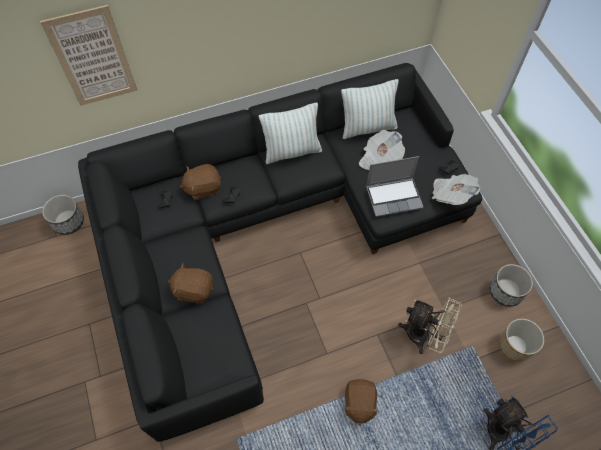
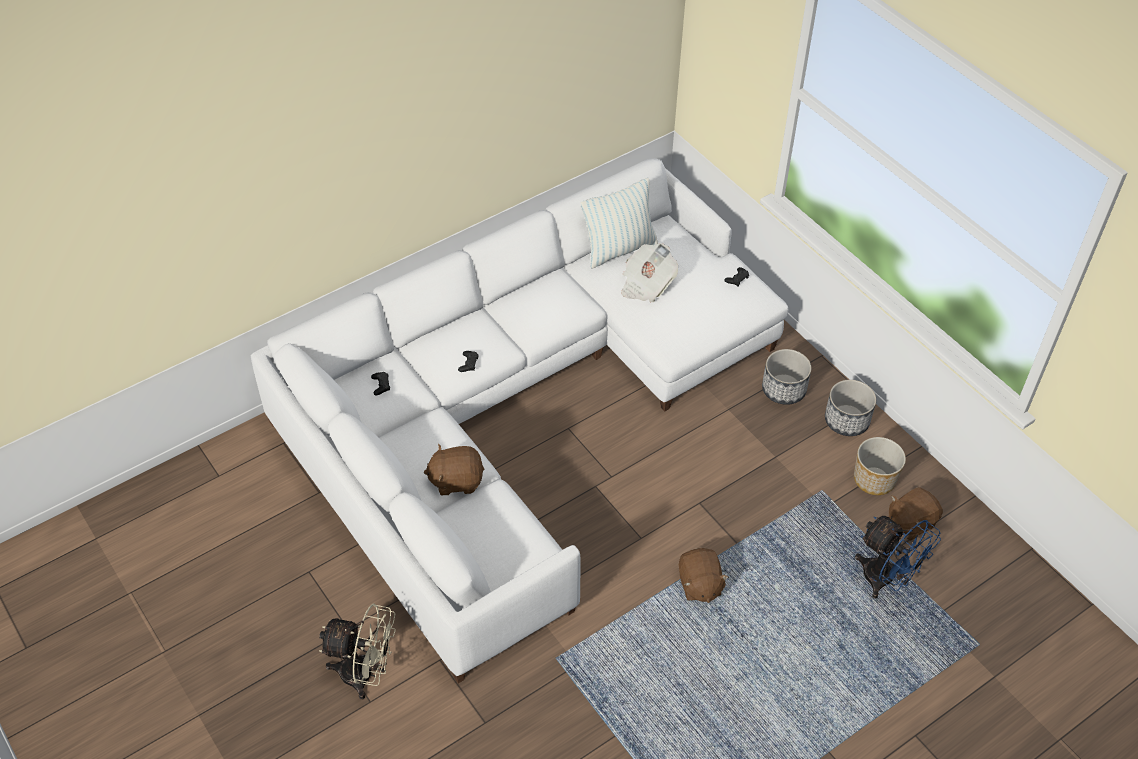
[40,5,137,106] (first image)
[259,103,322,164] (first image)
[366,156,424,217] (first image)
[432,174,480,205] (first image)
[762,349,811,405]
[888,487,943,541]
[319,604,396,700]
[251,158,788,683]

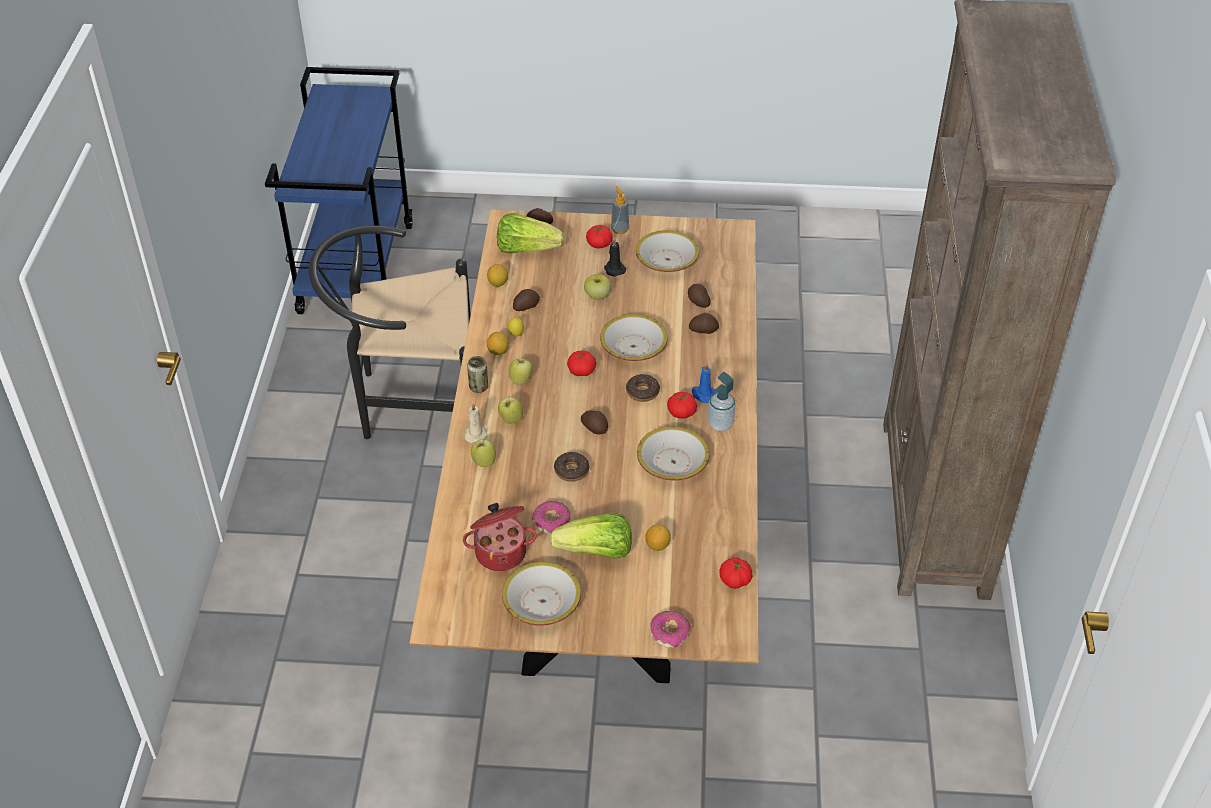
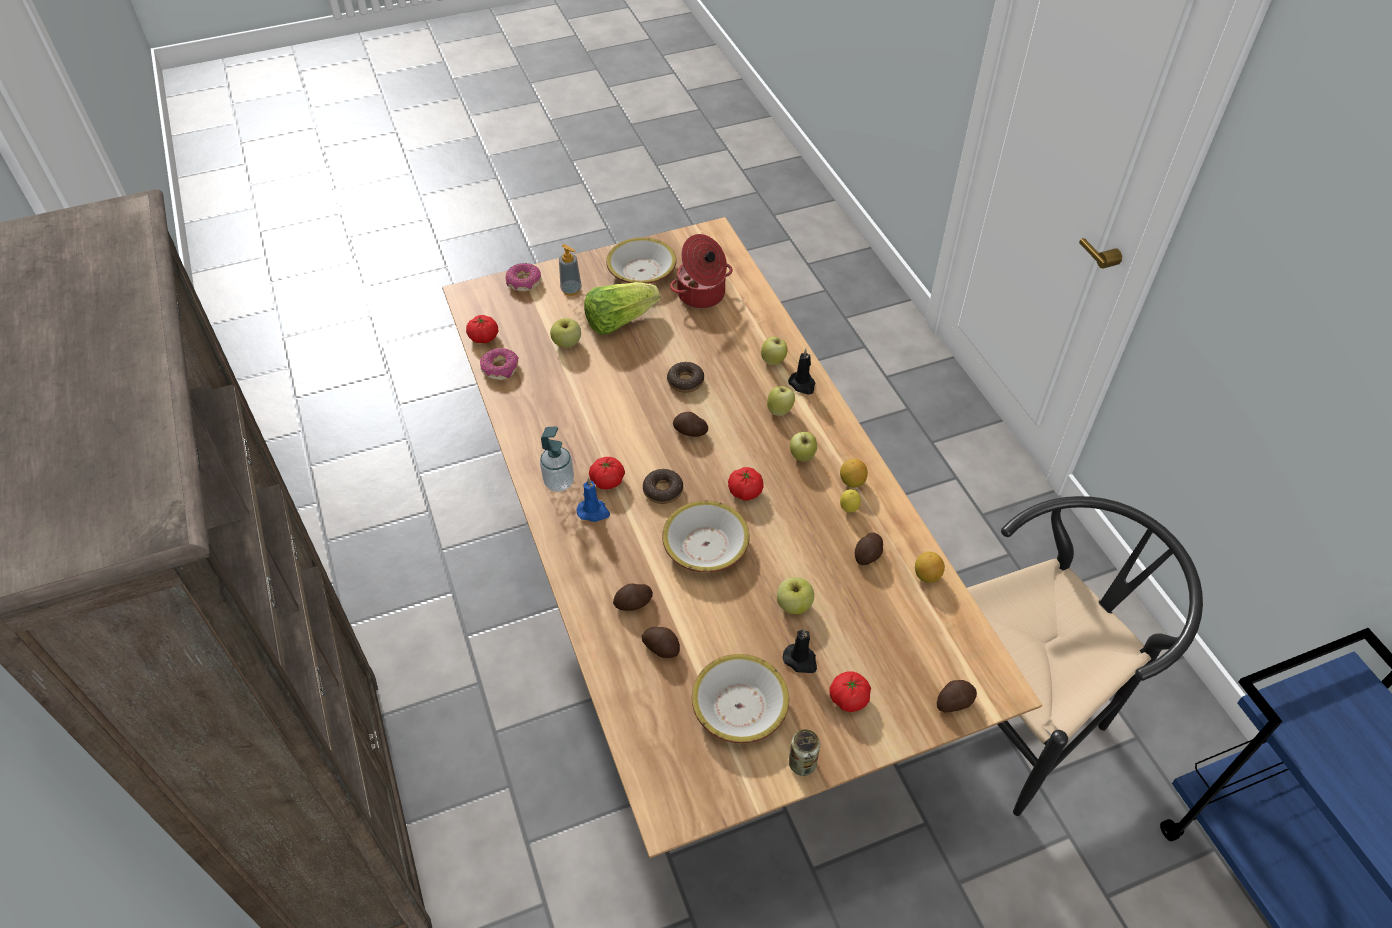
[497,213,564,254] (first image)
[637,426,709,481] (first image)
[789,729,820,776]
[480,348,518,380]
[559,244,582,296]
[550,318,581,348]
[788,348,815,395]

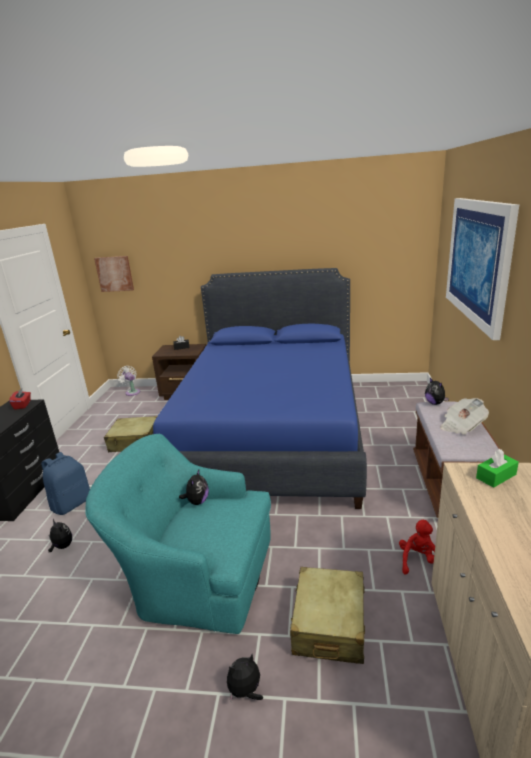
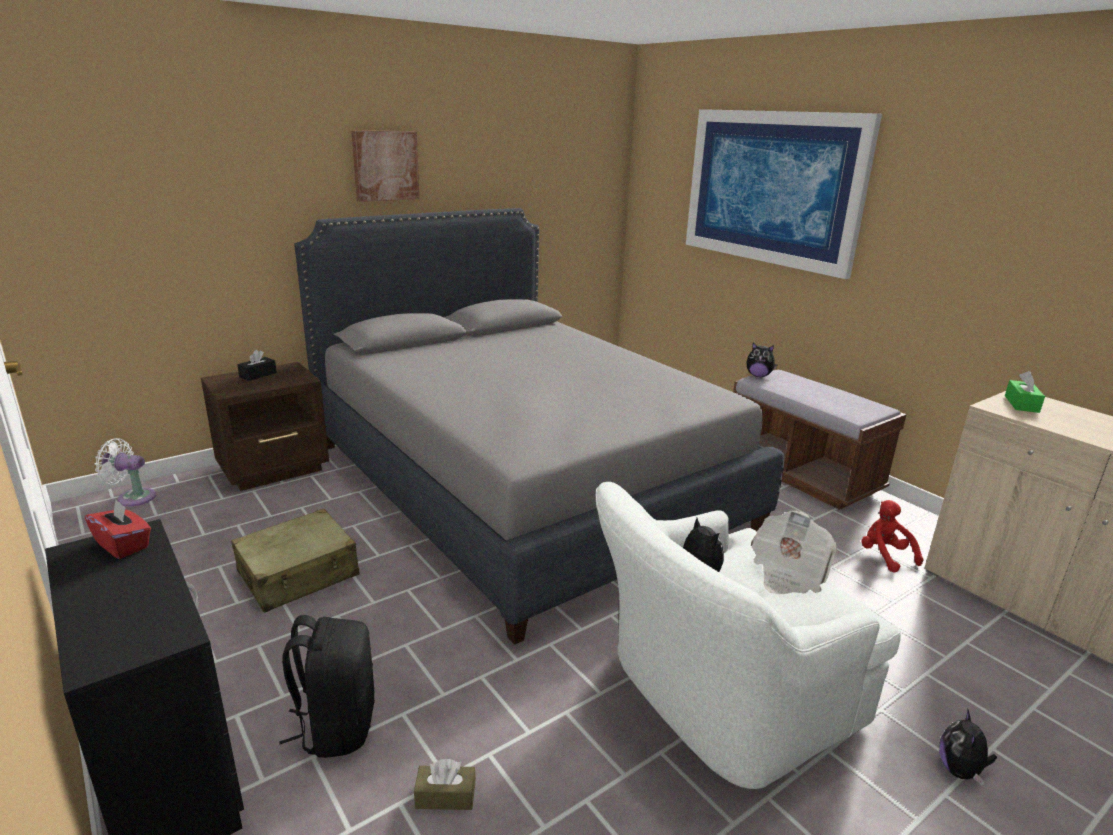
[290,567,365,664] (first image)
[351,130,420,202]
[751,510,837,594]
[414,759,476,810]
[279,615,375,758]
[596,482,901,789]
[294,208,784,645]

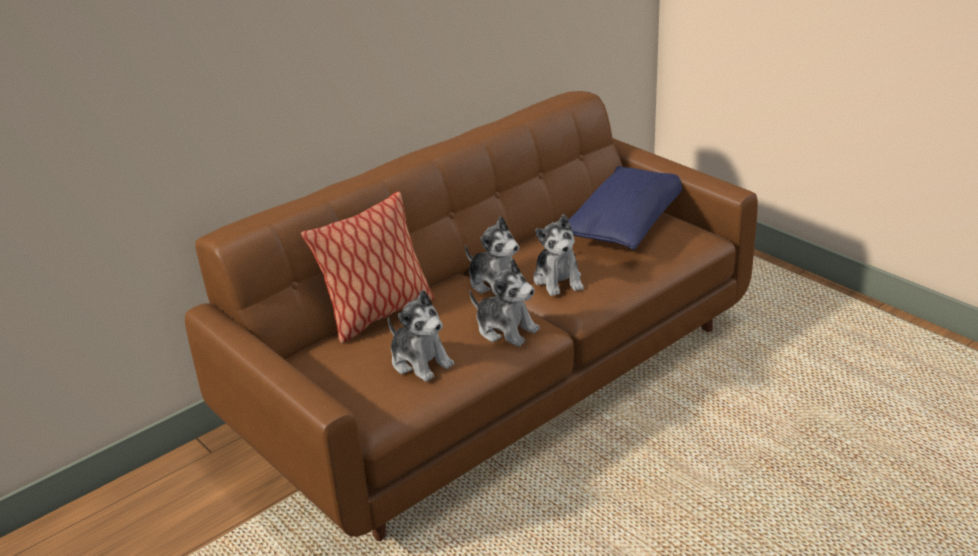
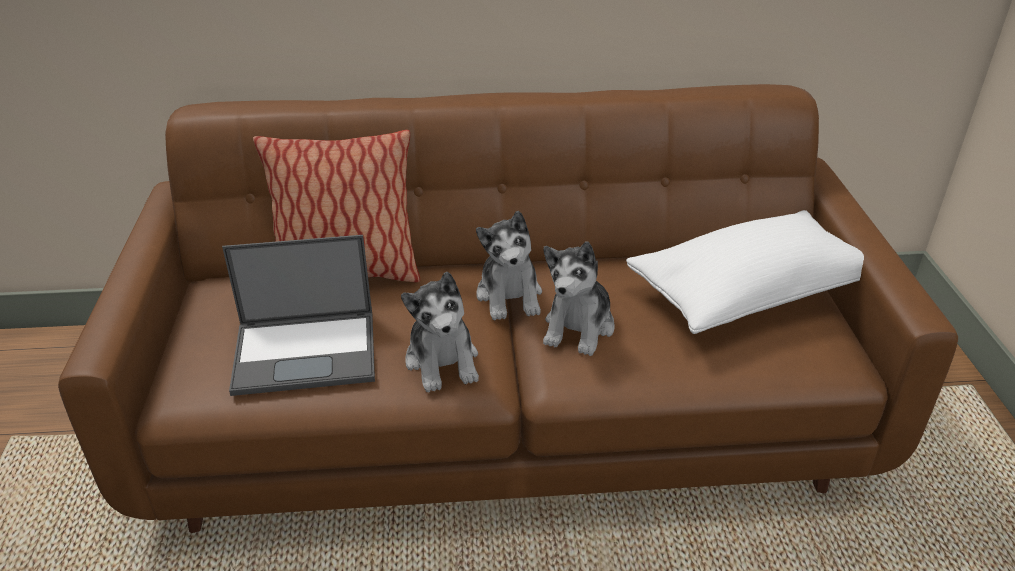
[222,235,375,396]
[626,210,864,334]

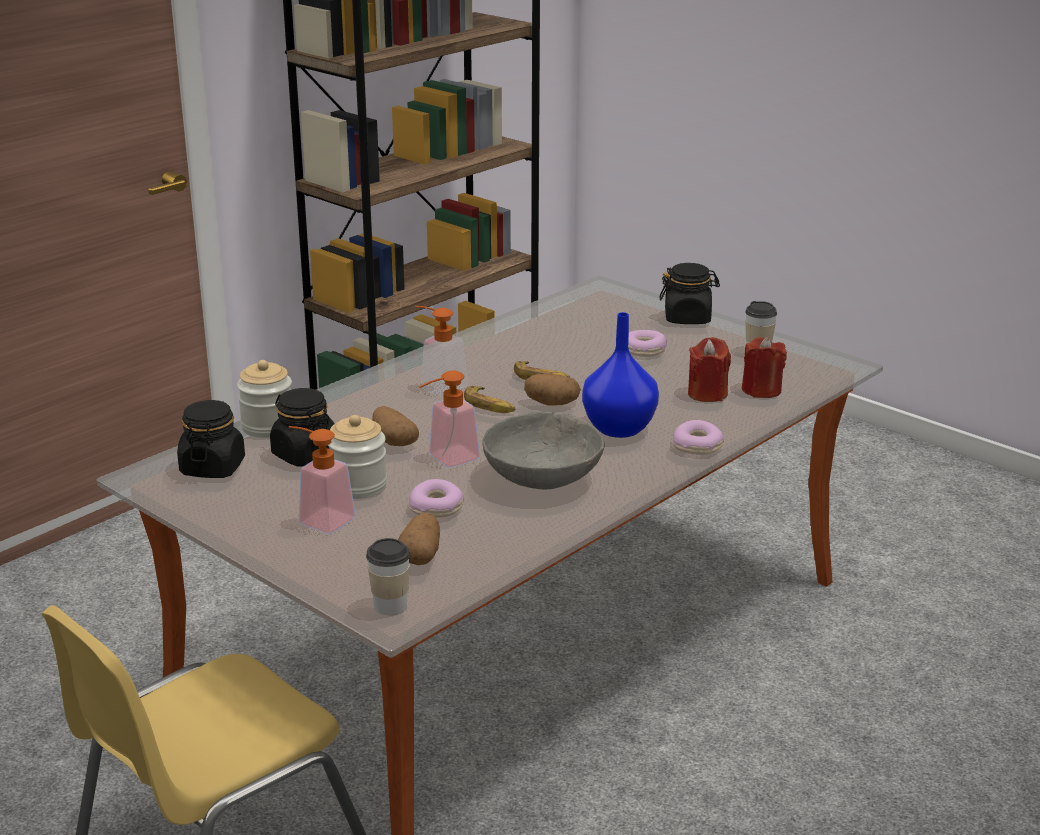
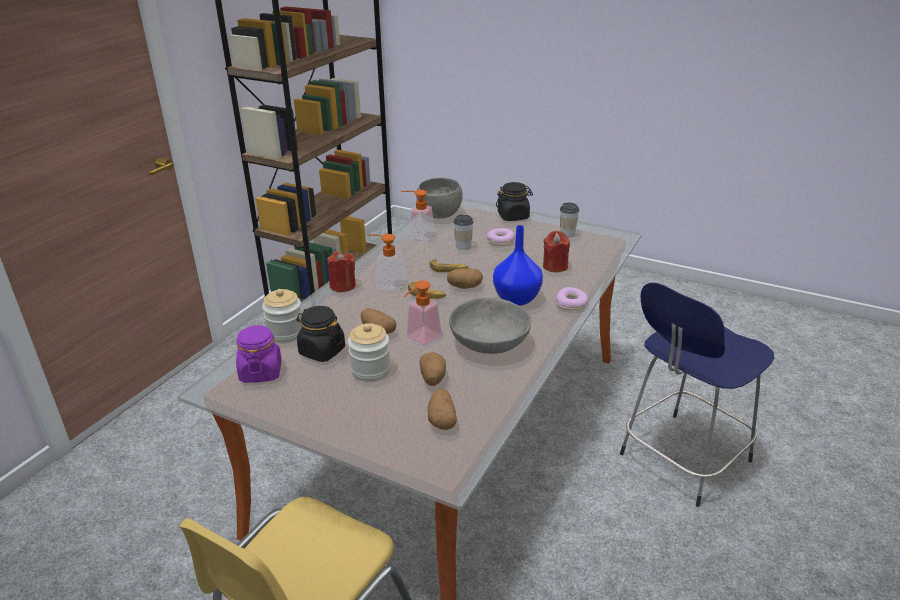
[416,178,462,219]
[620,283,774,507]
[401,190,435,242]
[453,214,474,250]
[327,252,356,292]
[420,352,446,386]
[236,325,282,383]

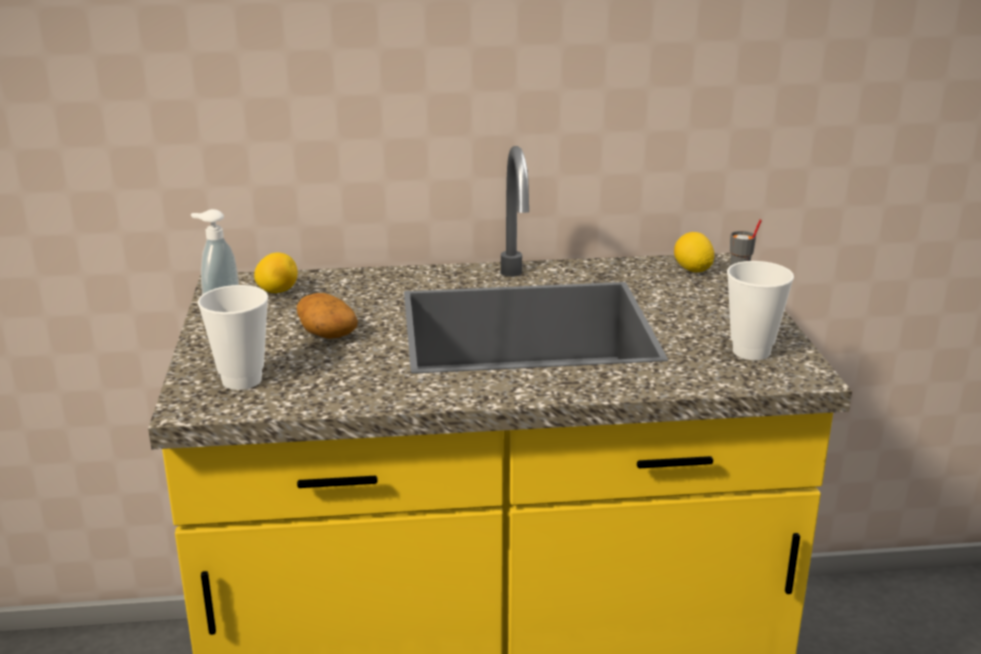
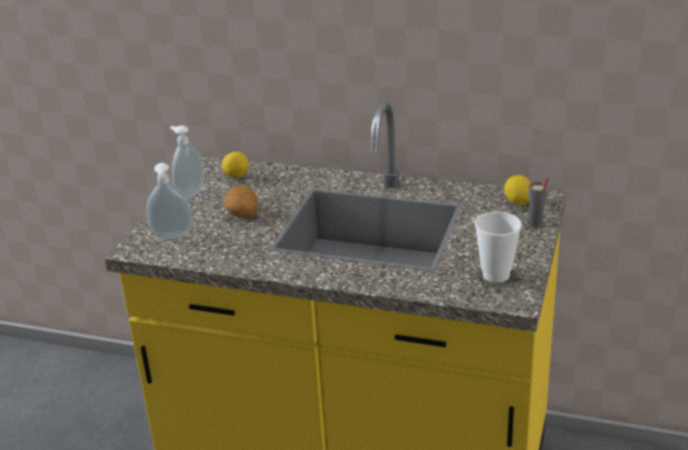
[147,163,192,239]

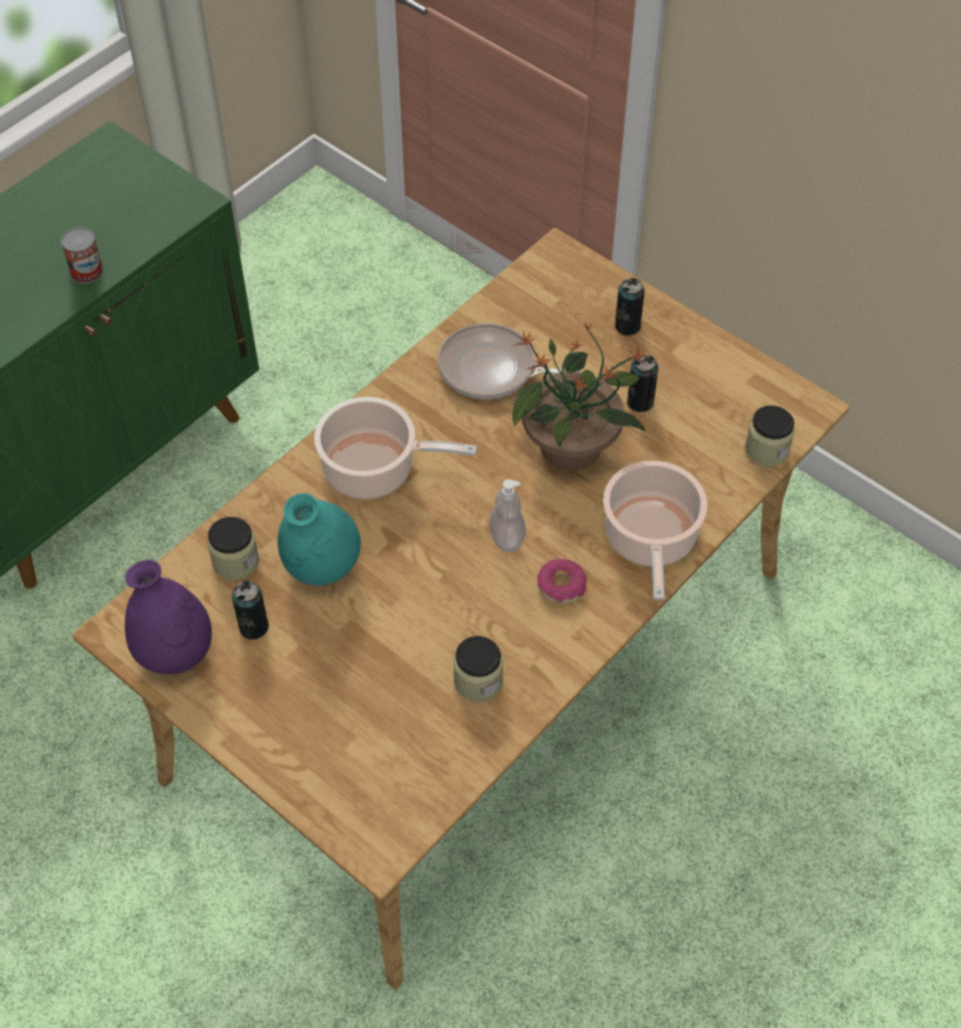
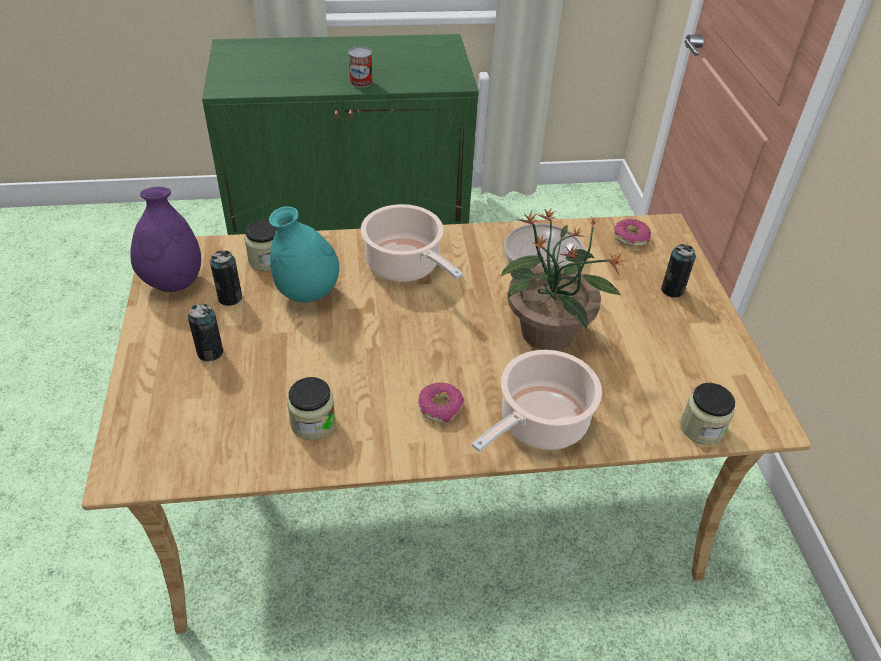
[489,479,526,552] (first image)
[614,219,651,246]
[188,304,224,362]

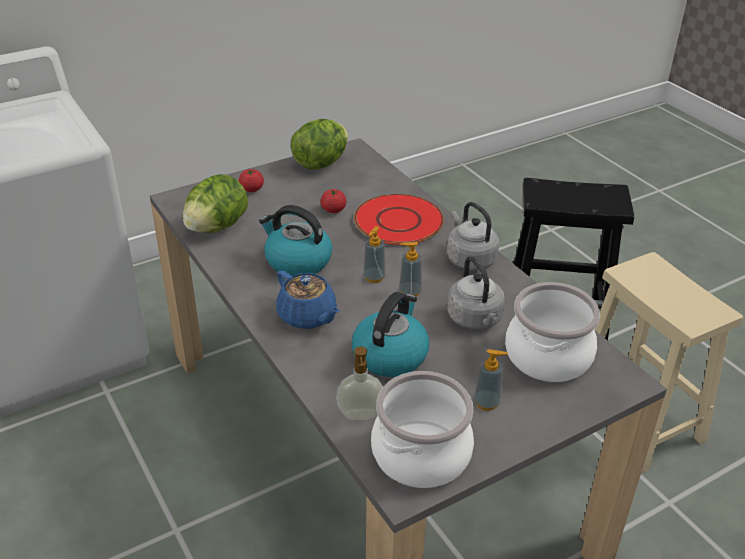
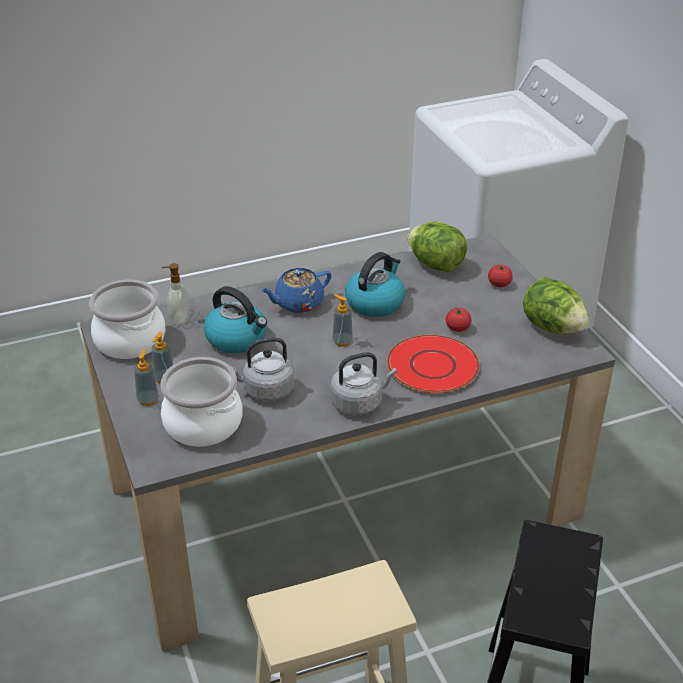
[134,348,159,406]

